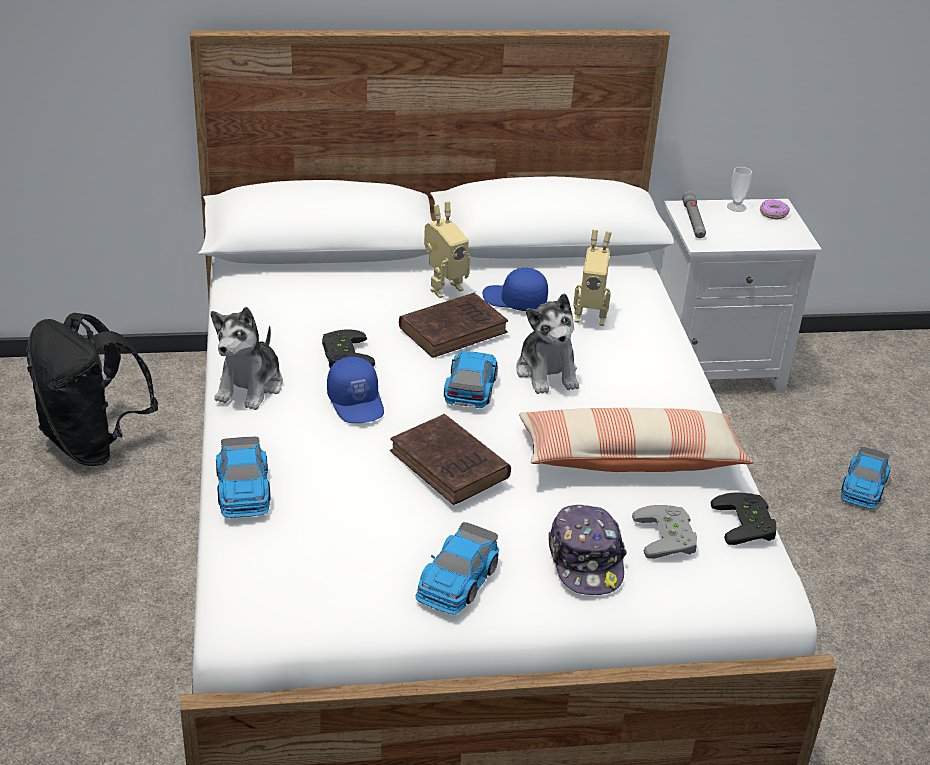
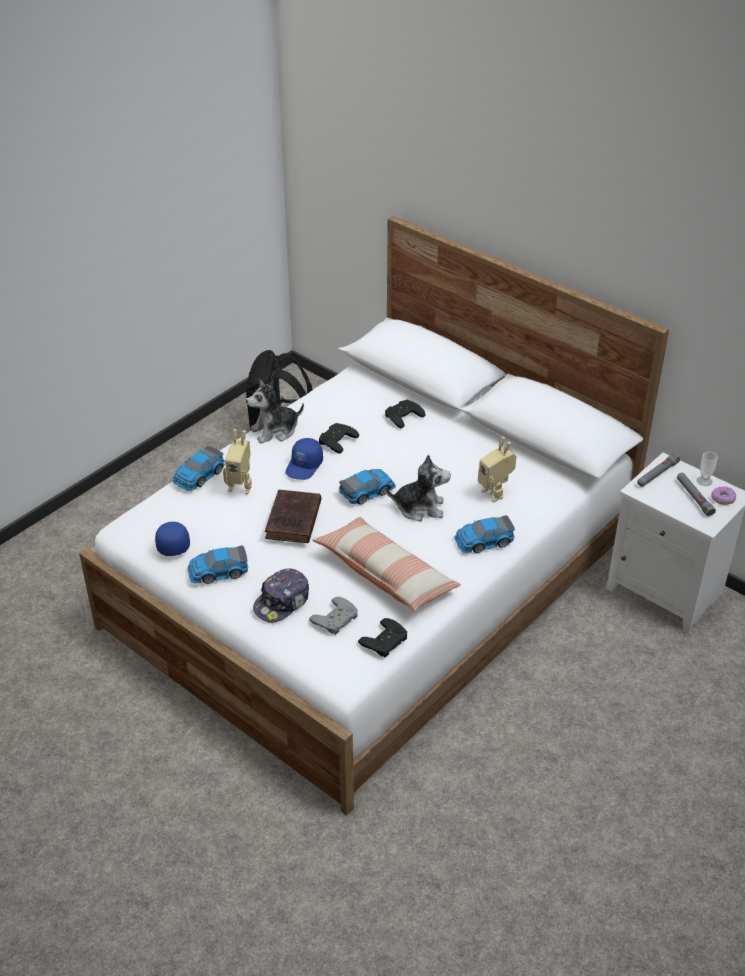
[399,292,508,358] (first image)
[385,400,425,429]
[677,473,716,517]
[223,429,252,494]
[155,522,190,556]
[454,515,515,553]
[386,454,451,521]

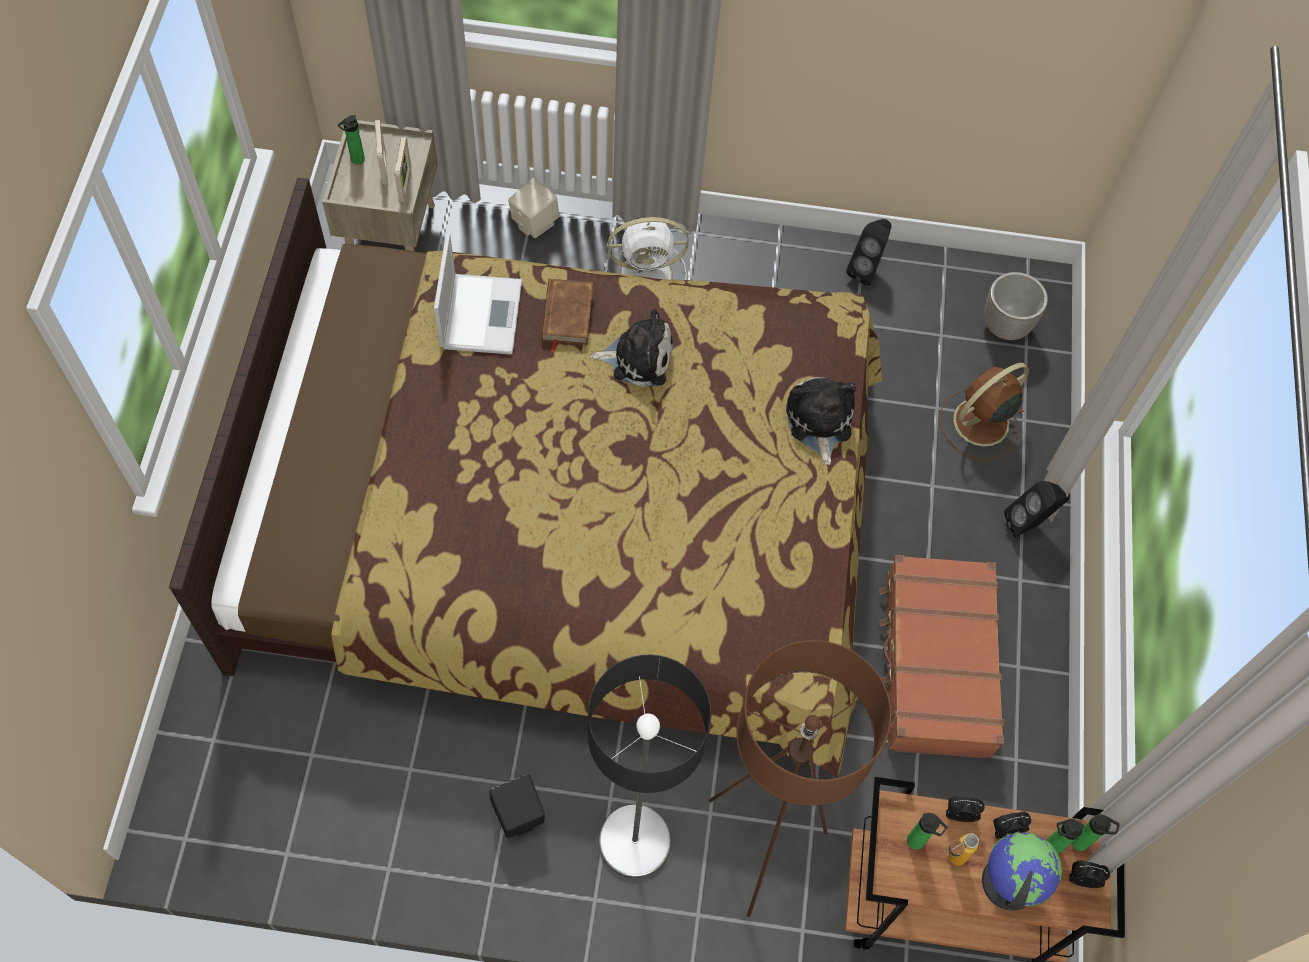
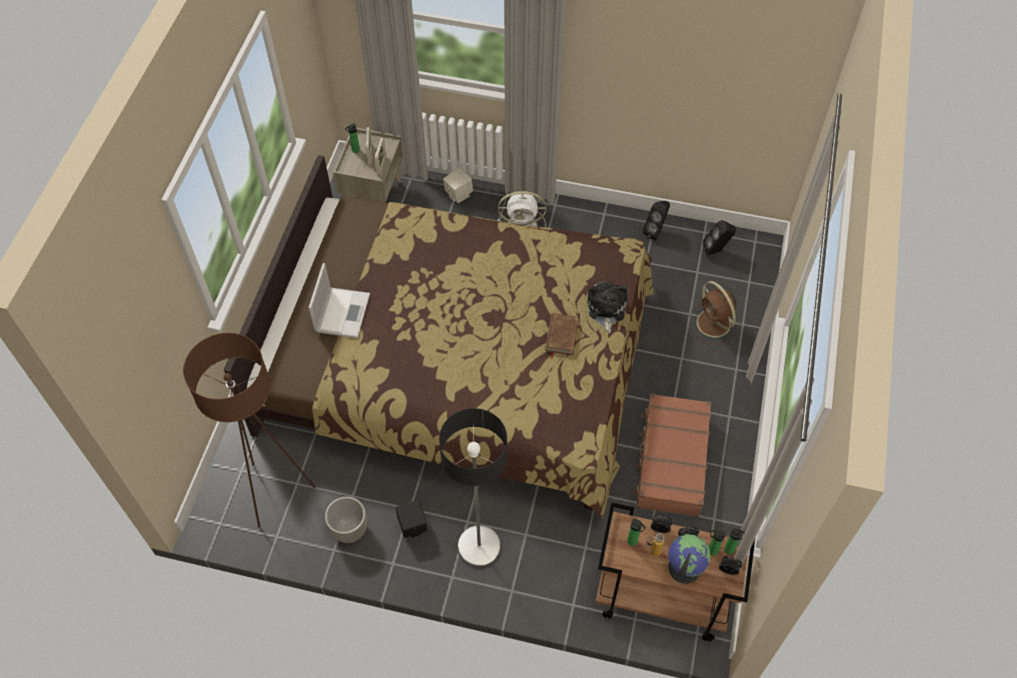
[590,309,673,387] (first image)
[309,263,370,338]
[545,313,579,358]
[183,333,316,527]
[325,497,367,543]
[703,220,736,256]
[689,281,741,345]

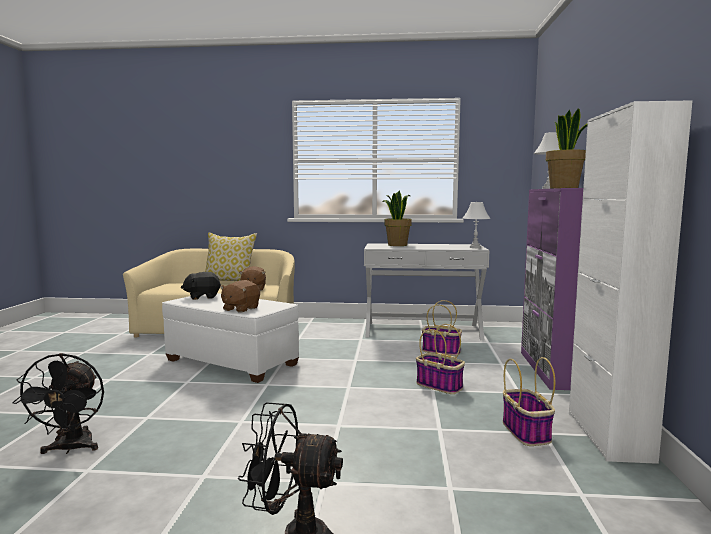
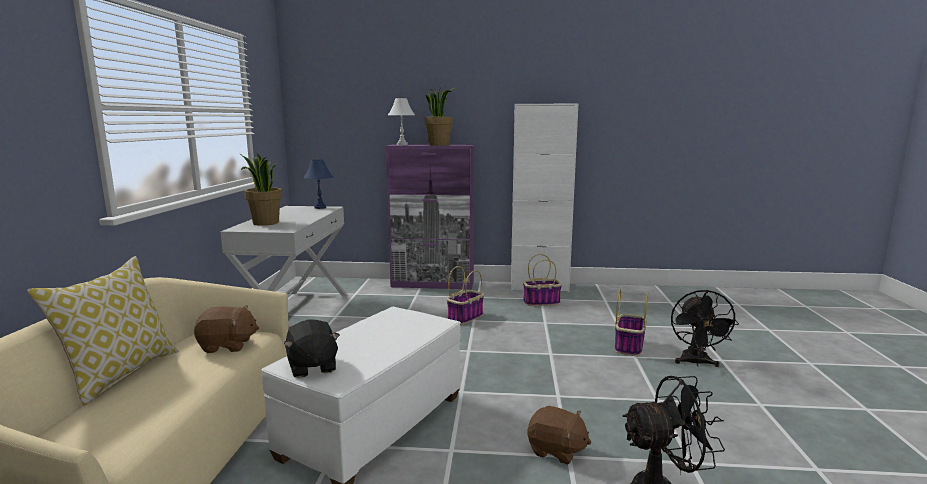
[527,406,591,464]
[615,289,648,356]
[303,160,333,209]

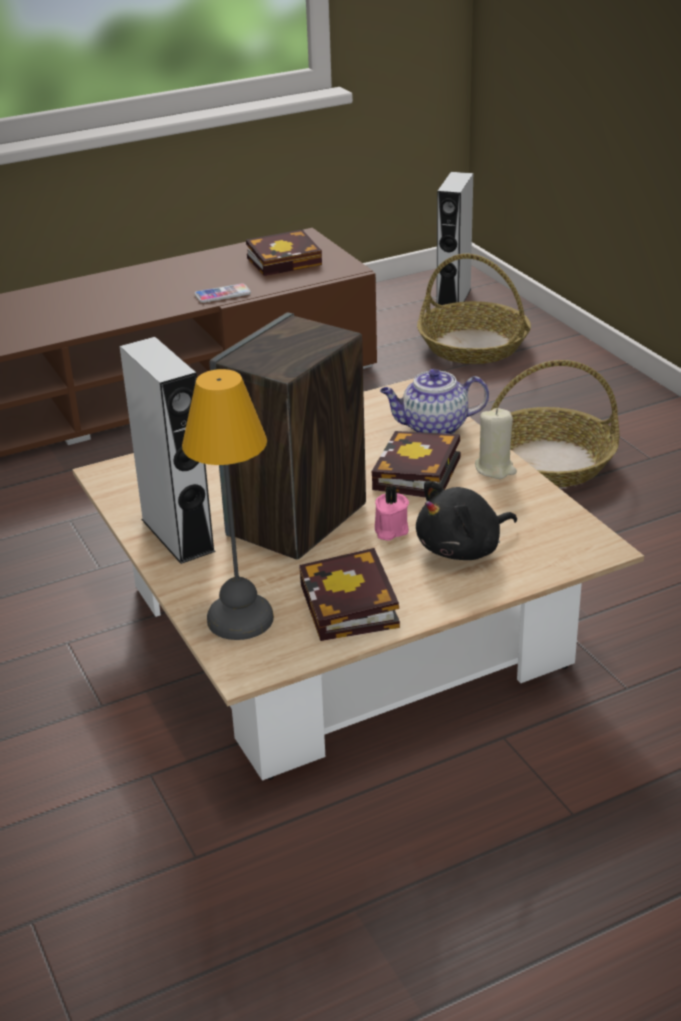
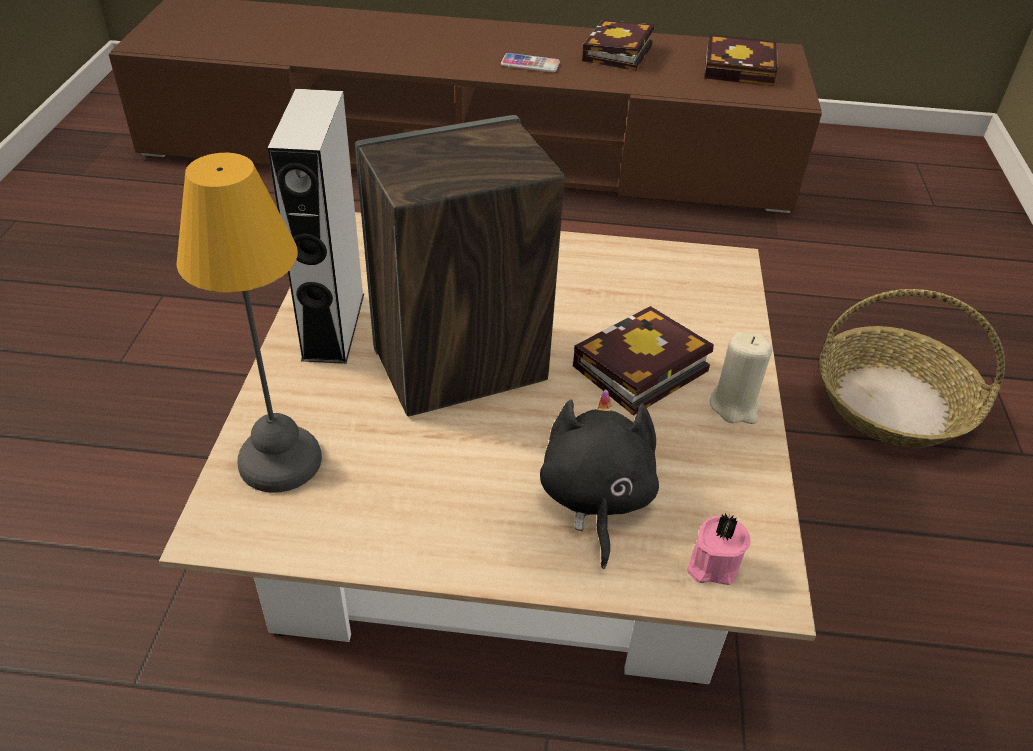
[380,369,489,434] (first image)
[417,253,531,364] (first image)
[436,172,473,305] (first image)
[501,53,560,72]
[582,20,654,71]
[687,513,750,585]
[540,389,659,569]

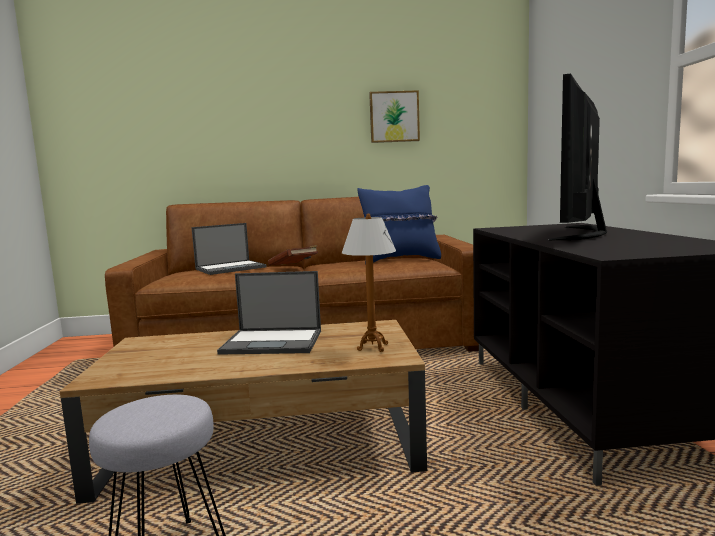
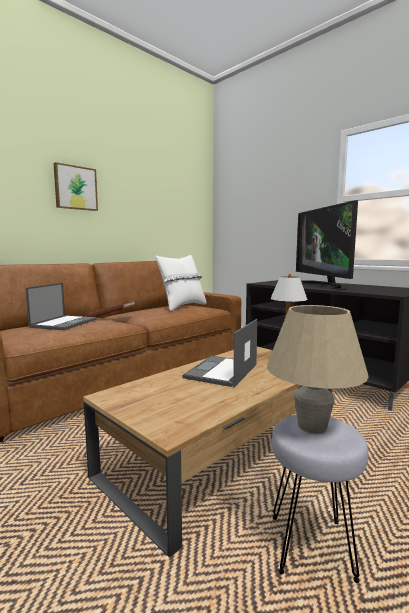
[267,305,369,434]
[53,162,98,211]
[156,255,206,311]
[183,319,258,387]

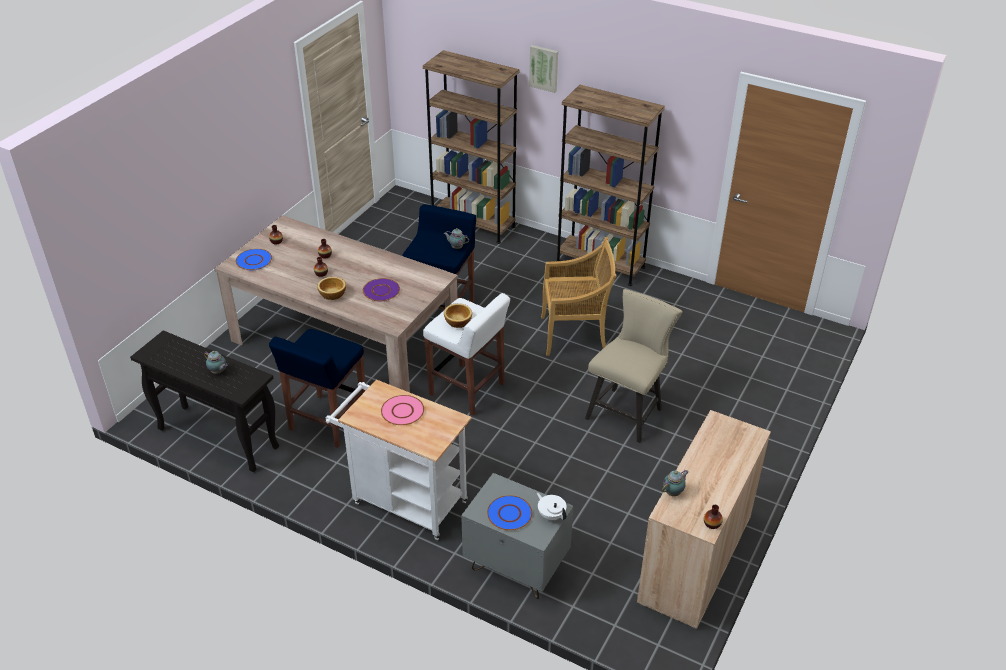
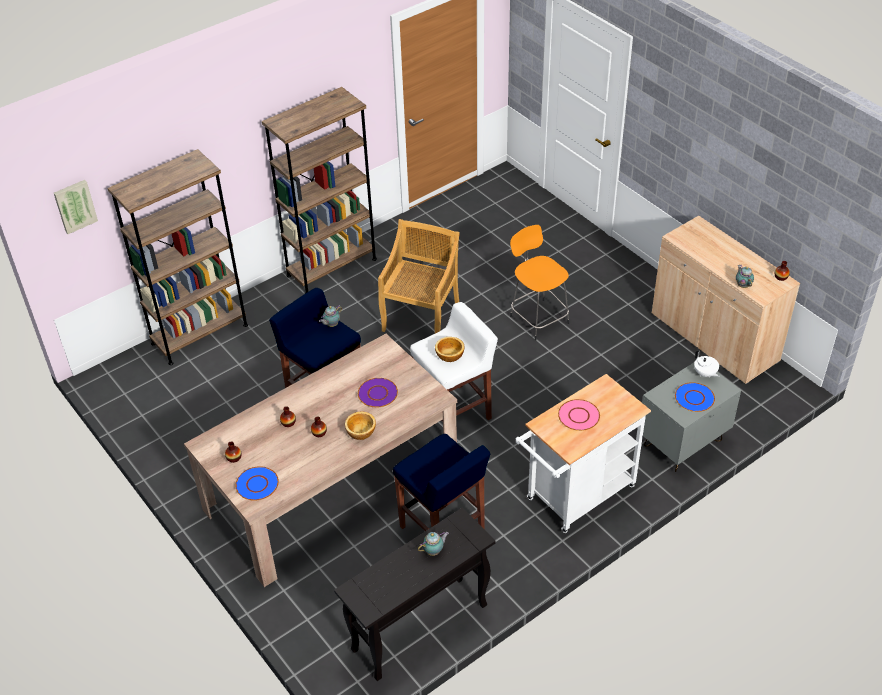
[54,180,98,234]
[510,225,569,341]
[694,350,720,378]

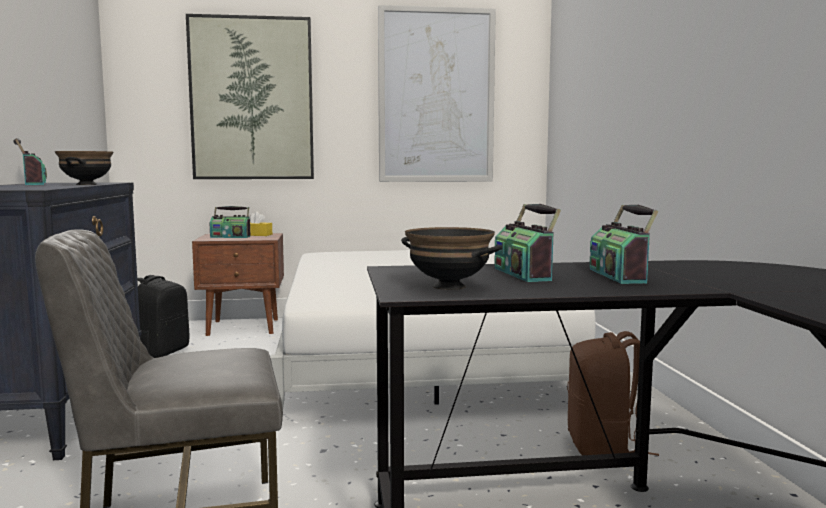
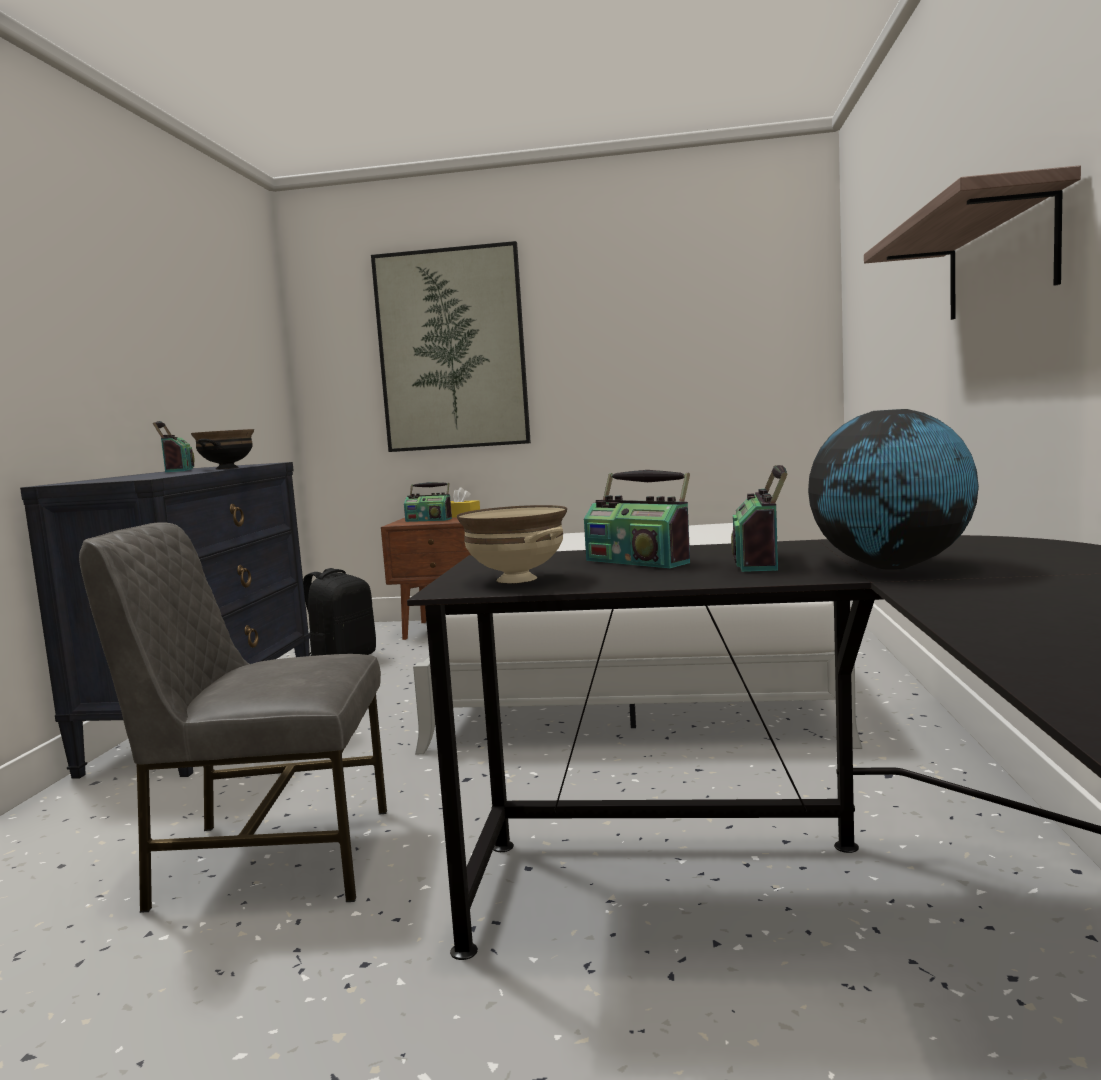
[378,5,496,182] (first image)
[567,331,659,456] (first image)
[808,409,979,570]
[864,165,1081,320]
[457,505,567,583]
[584,470,690,568]

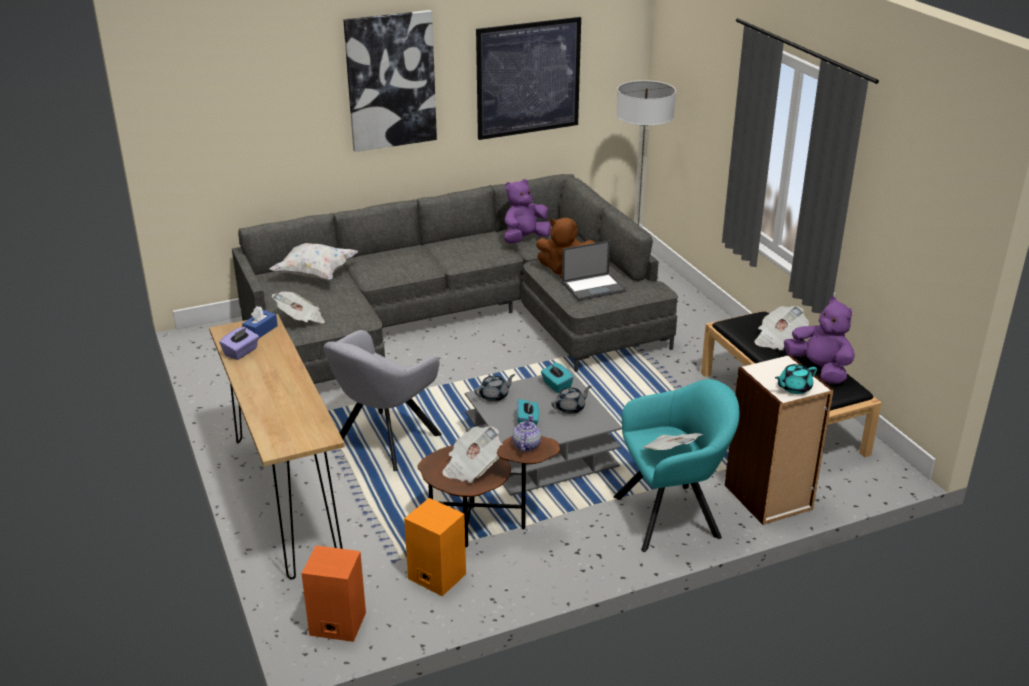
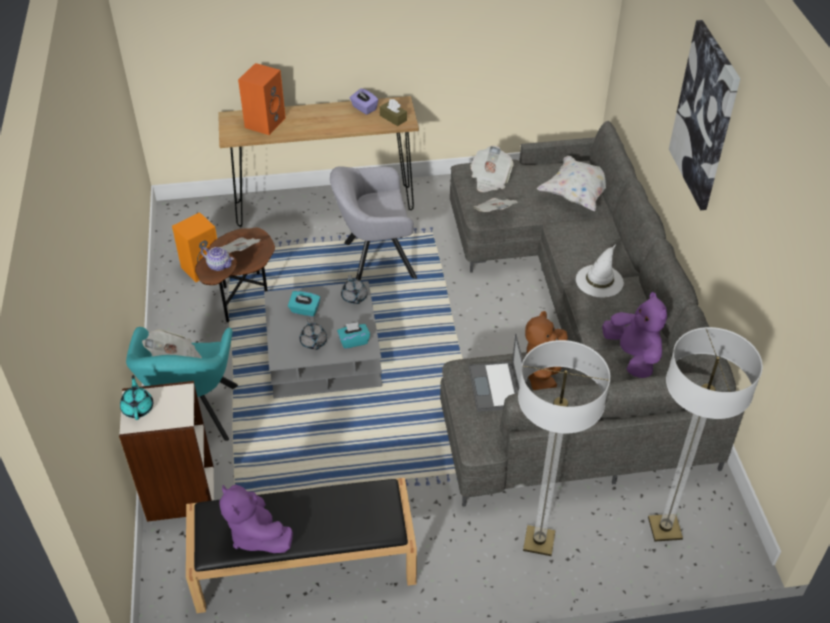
[476,17,581,140] (first image)
[518,340,610,556]
[576,244,624,297]
[238,63,286,135]
[473,198,518,212]
[380,99,407,126]
[330,166,417,281]
[219,485,293,553]

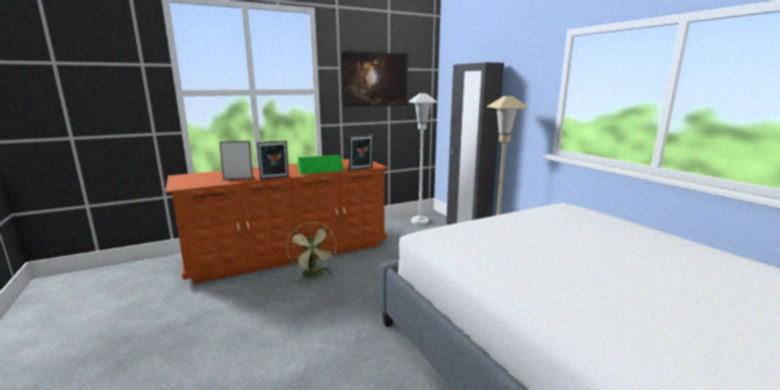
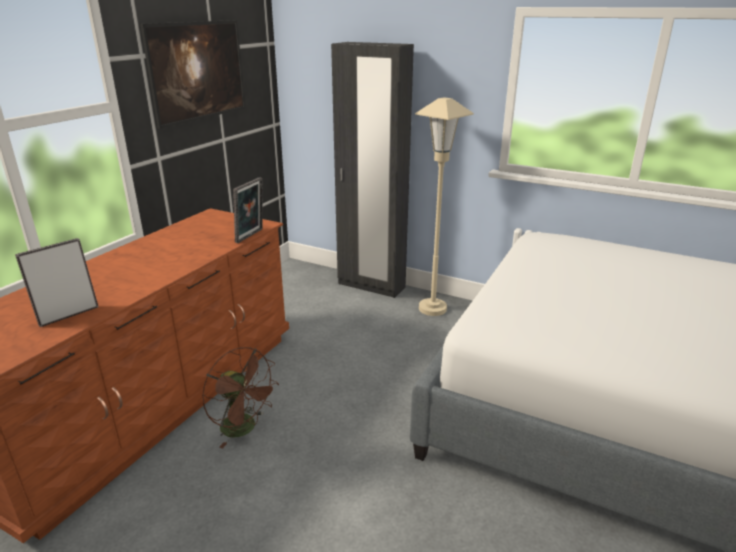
[257,140,289,179] (first image)
[297,154,344,175] (first image)
[408,93,438,225] (first image)
[202,347,279,448]

